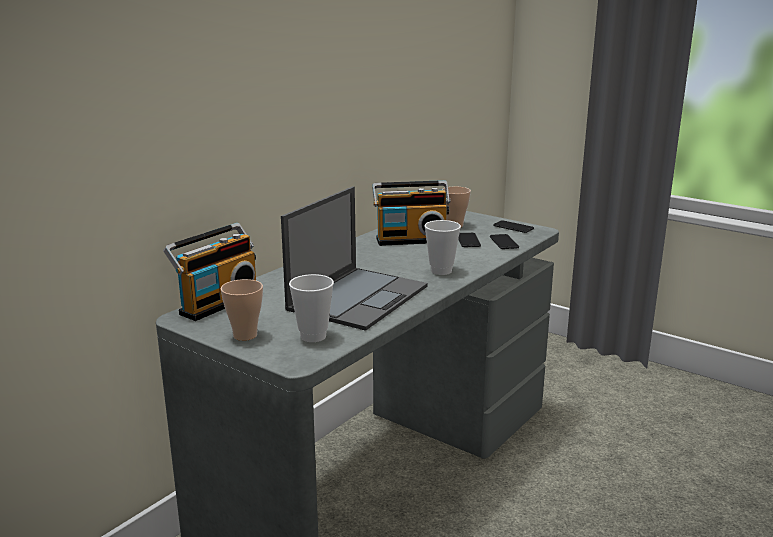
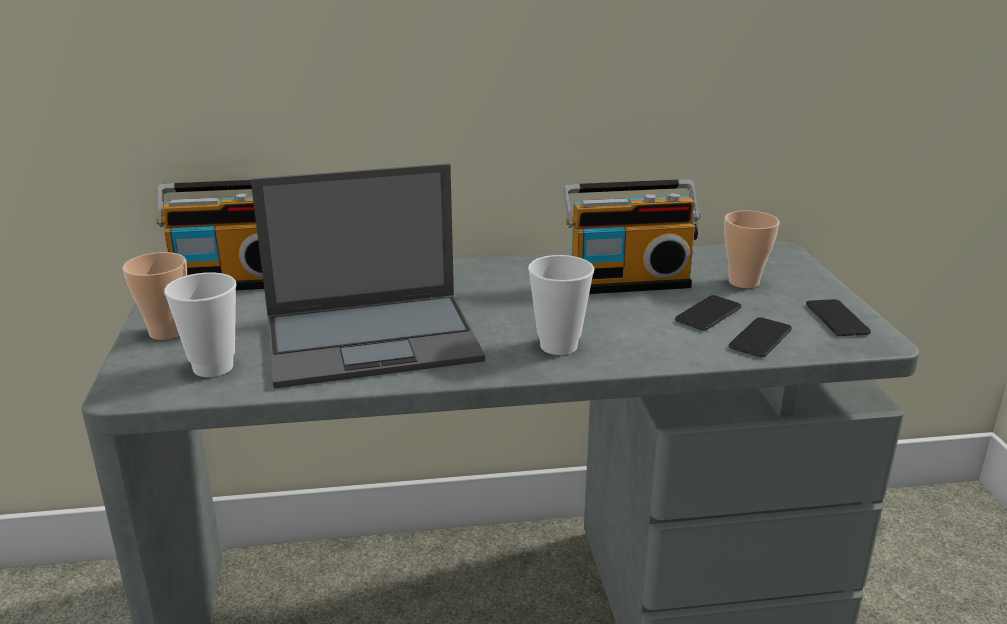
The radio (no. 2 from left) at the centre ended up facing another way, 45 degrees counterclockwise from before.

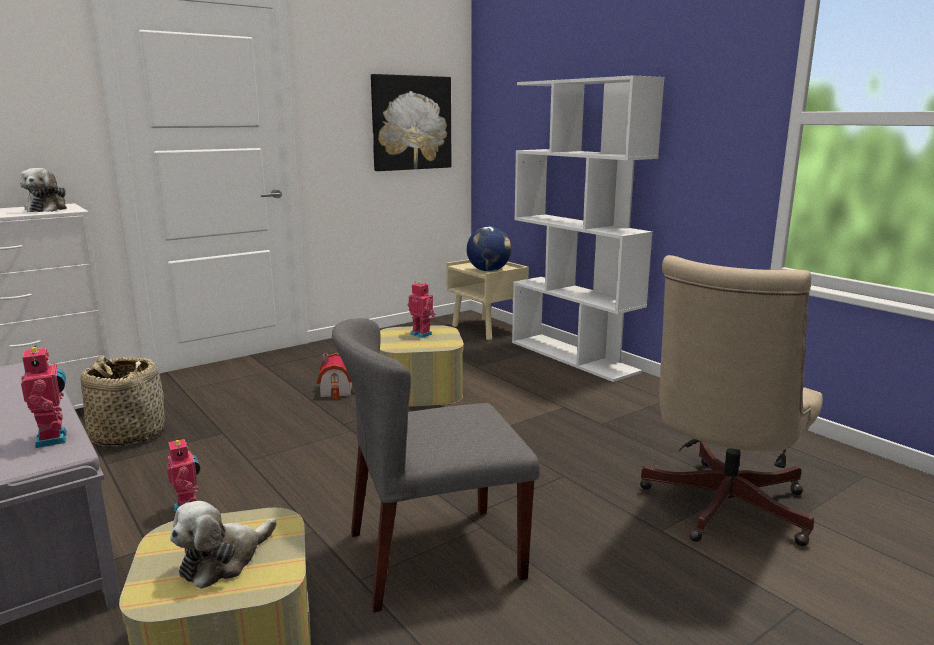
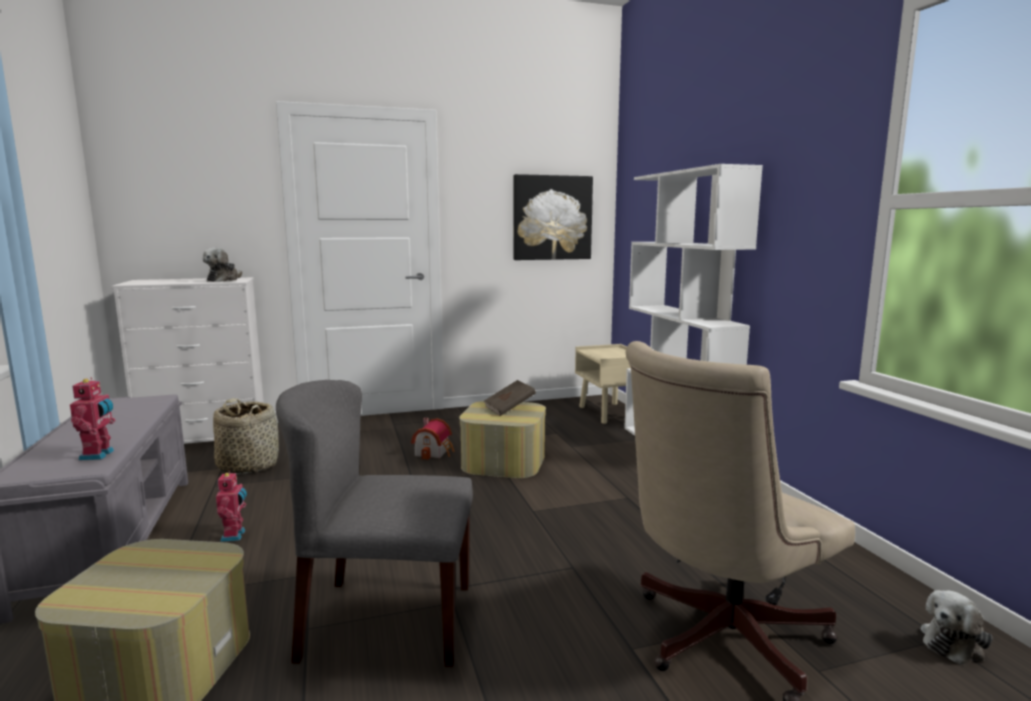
Where the toy robot (no. 3 from left) stood at the centre, the book in brown came to stand at the centre. The plush toy (no. 2 from left) ended up elsewhere, having gone from the bottom left to the bottom right. The second view lost the globe at the centre.

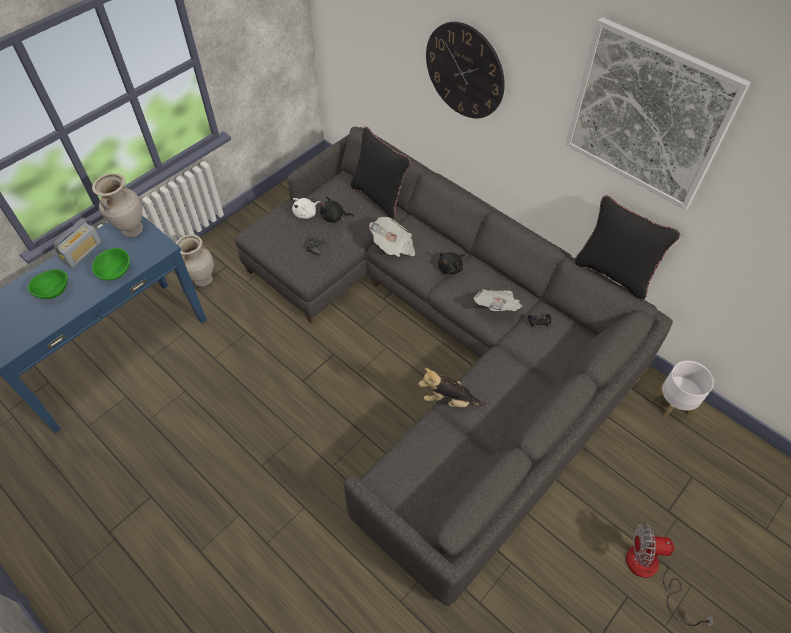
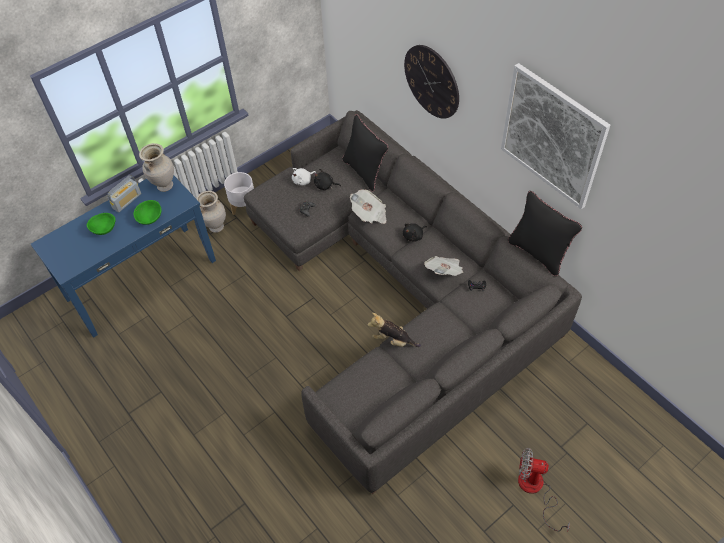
The planter in white ended up elsewhere, having gone from the middle right to the middle left.

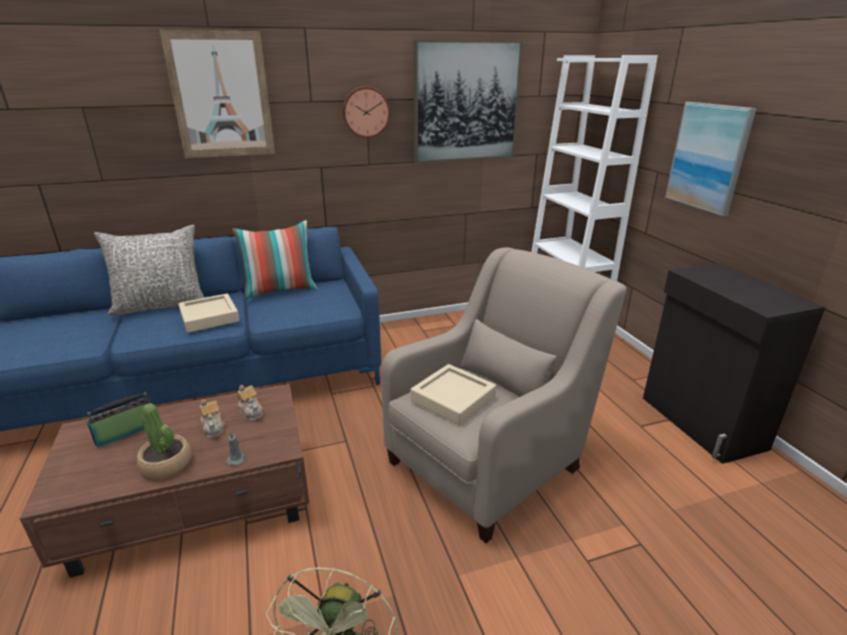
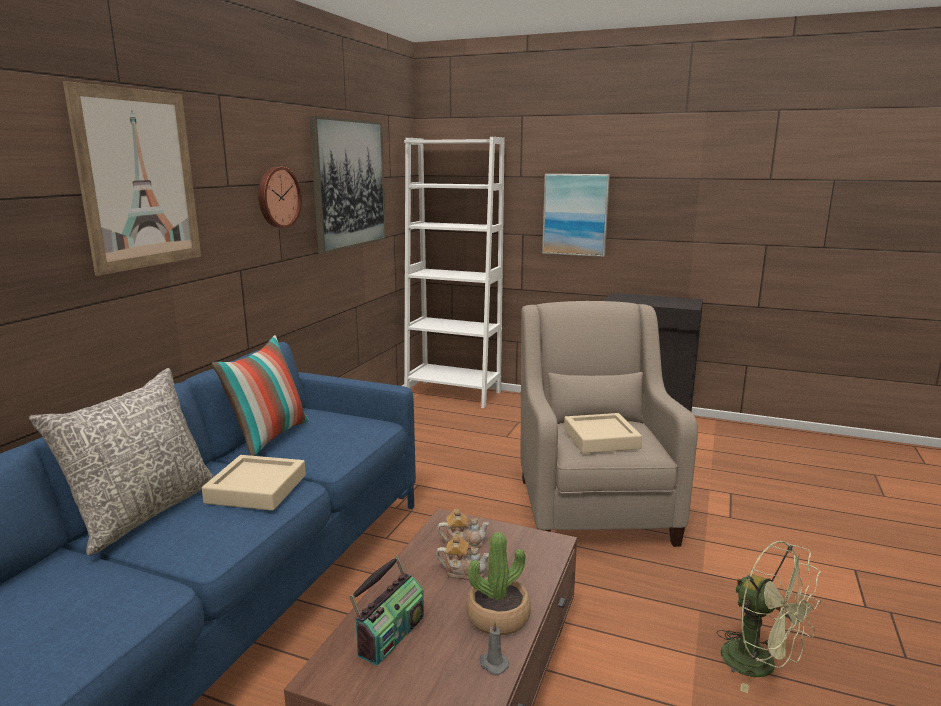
The radio at the middle left ended up facing another way, 150 degrees counterclockwise from before. The candle in grey ended up elsewhere, having gone from the bottom left to the bottom centre.

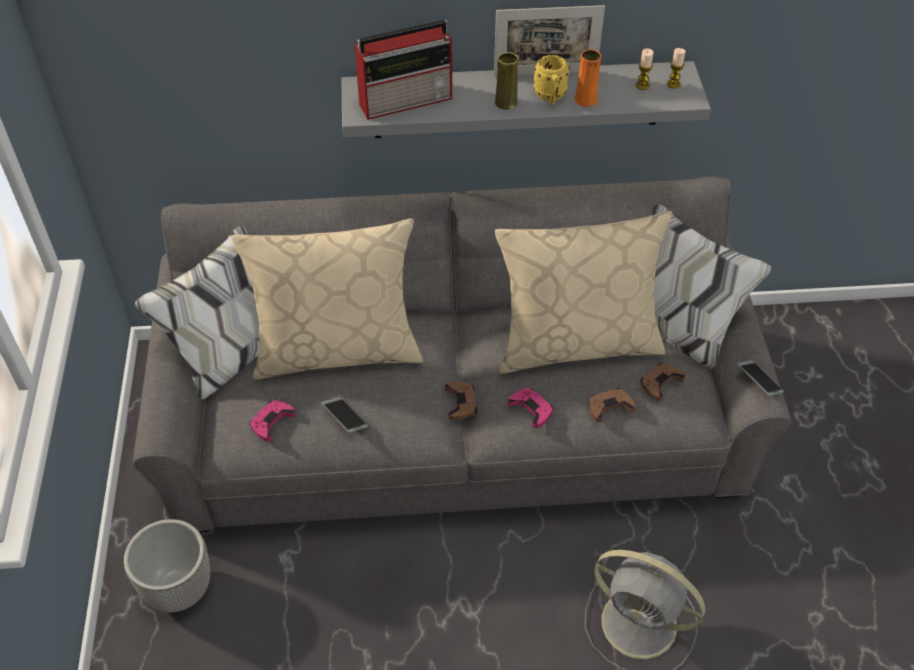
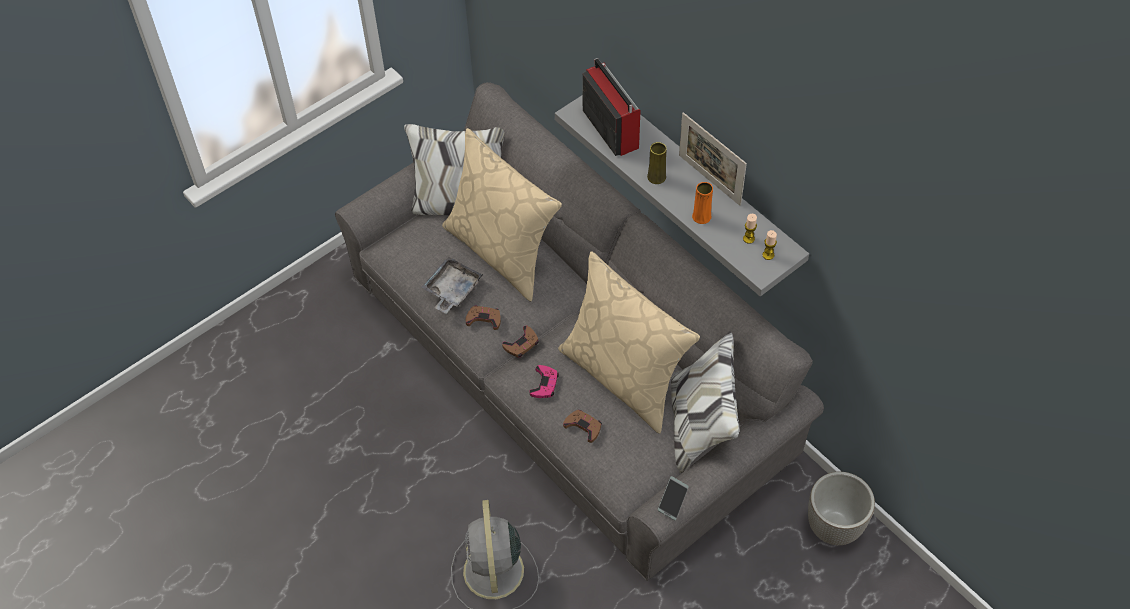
Where the phone (no. 1 from left) stood at the centre, the tray in grey came to stand at the centre. The game controller in brown (no. 3 from left in the first image) ended up elsewhere, having gone from the middle right to the centre. The radio at the top centre ended up facing another way, 150 degrees counterclockwise from before. The planter ended up elsewhere, having gone from the bottom left to the bottom right. The second view lost the game controller in pink (no. 1 from left) at the middle left. The second view lost the mug in yellow at the top centre.

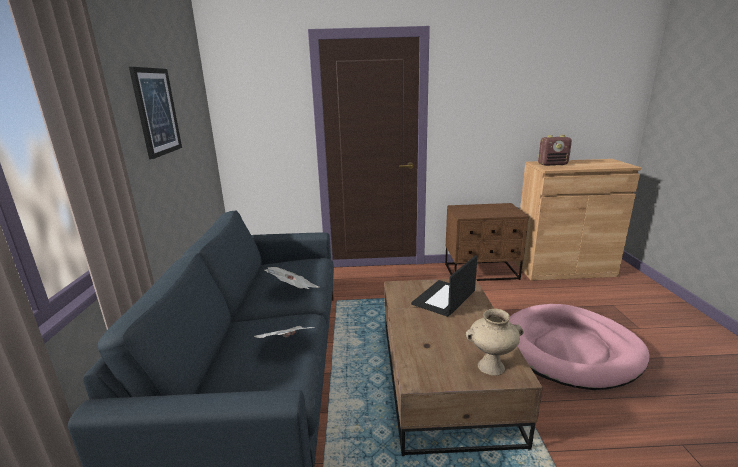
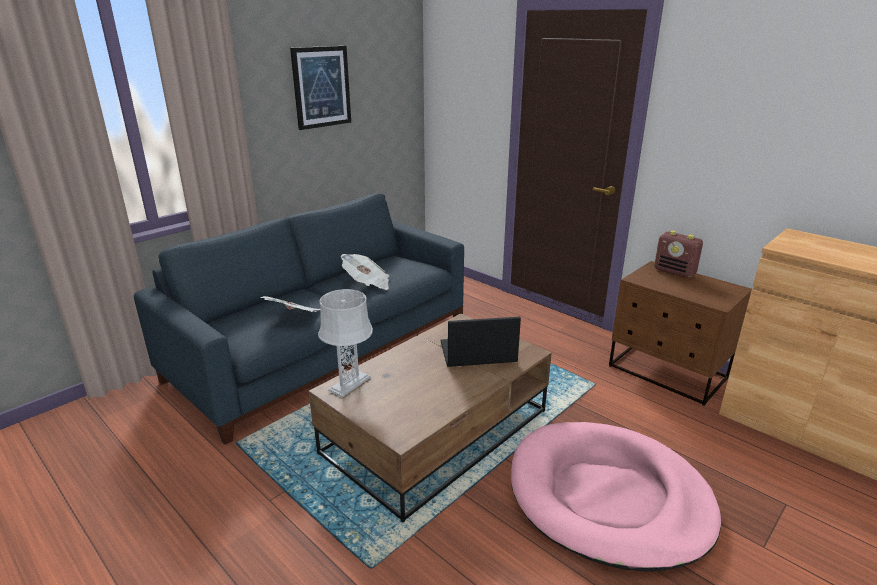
The second view gained the table lamp in grey at the centre. The radio ended up elsewhere, having gone from the top right to the middle right. The second view lost the vase in beige at the bottom right.

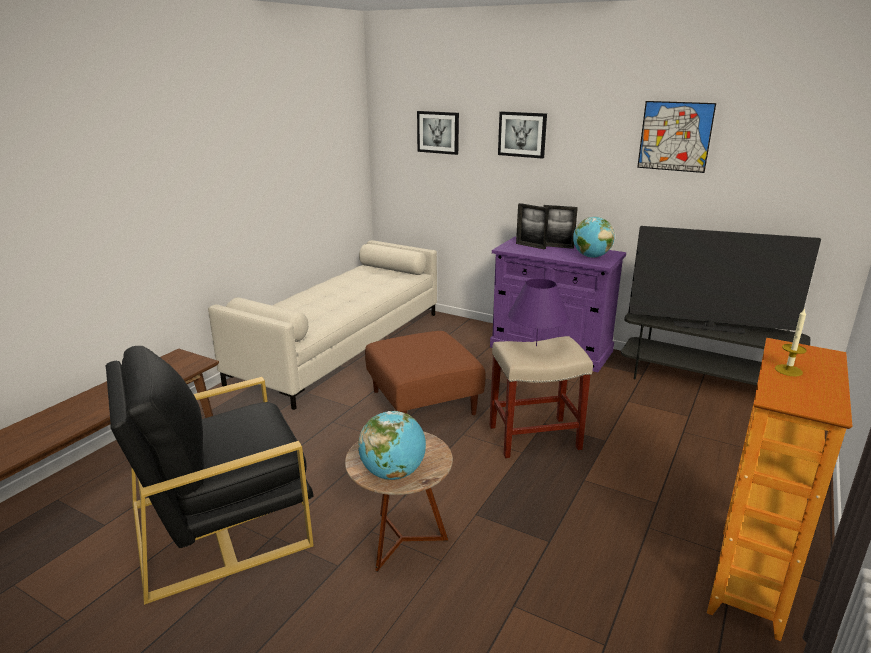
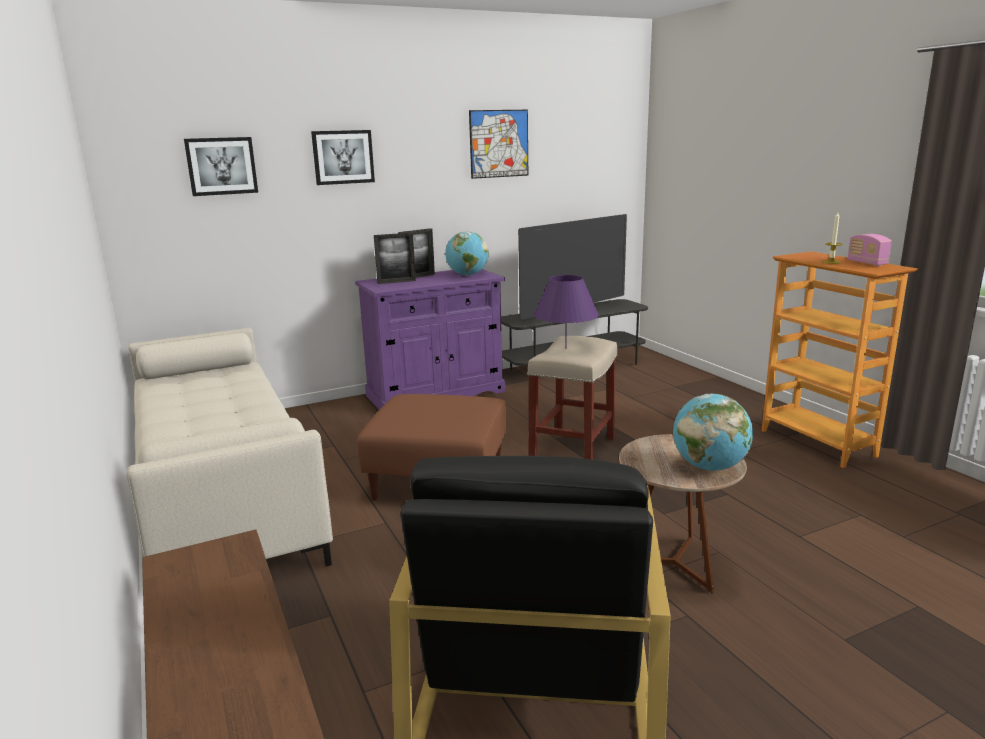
The second view gained the radio at the middle right.

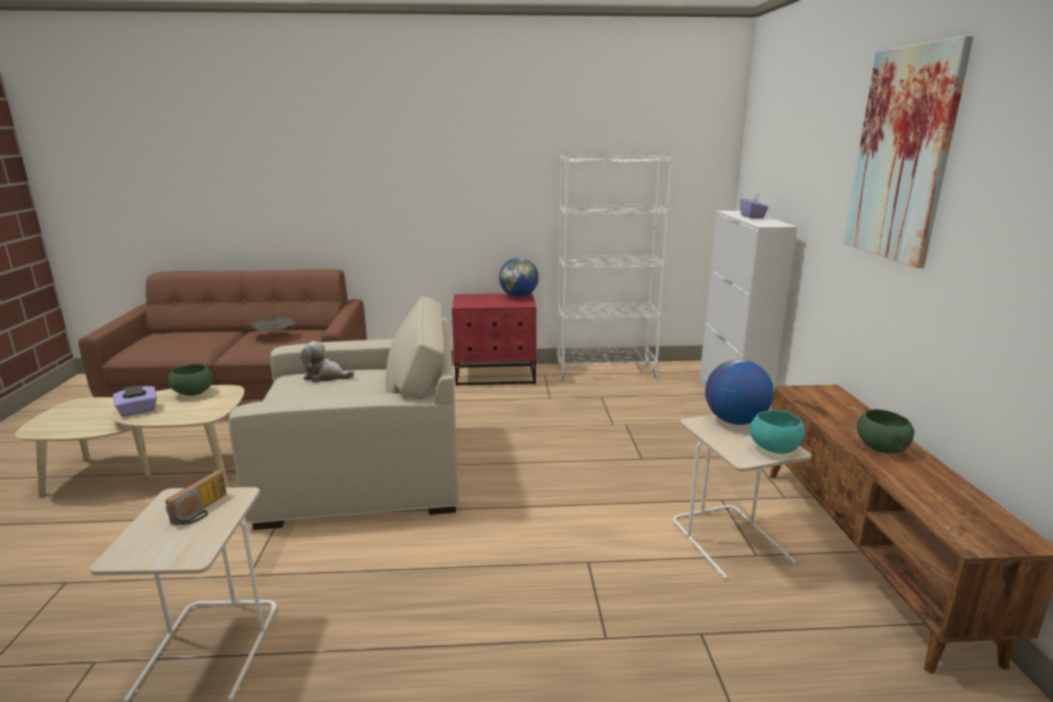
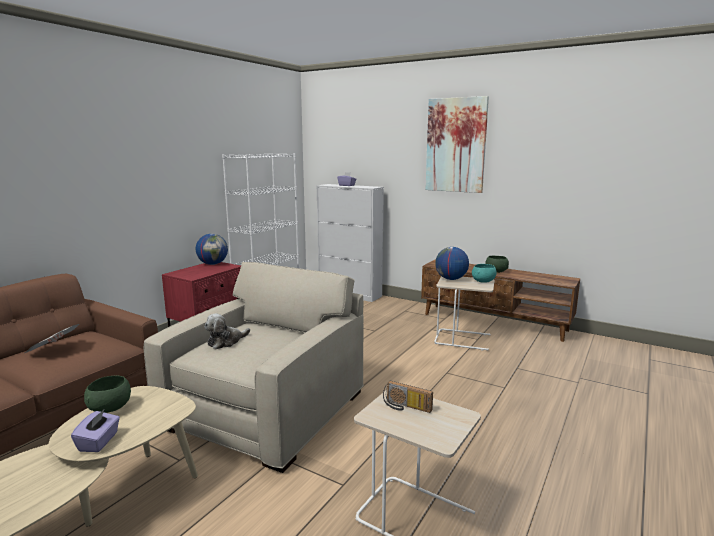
The radio at the bottom left ended up facing another way, 150 degrees clockwise from before.

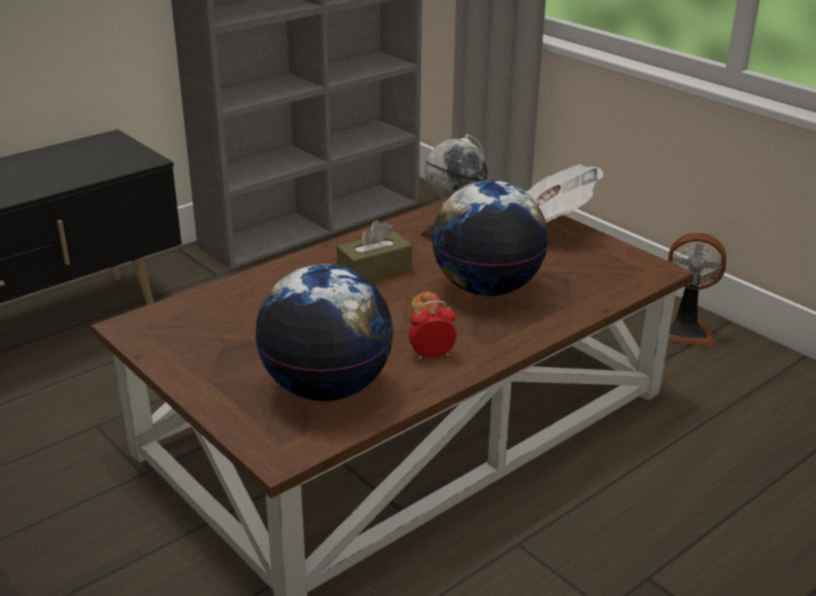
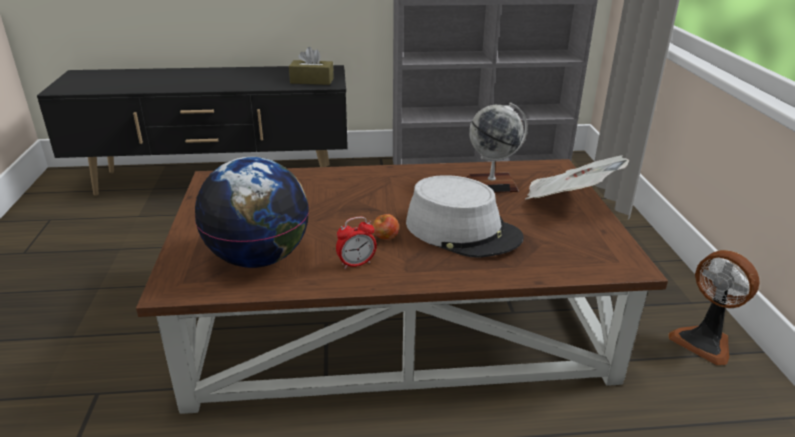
The tissue box in brown ended up elsewhere, having gone from the centre to the top centre. The alarm clock at the centre ended up facing another way, 135 degrees clockwise from before. Where the globe (no. 3 from left) stood at the centre, the hat in grey came to stand at the centre.

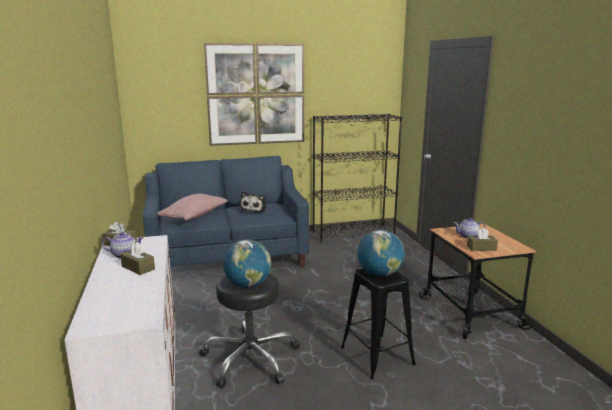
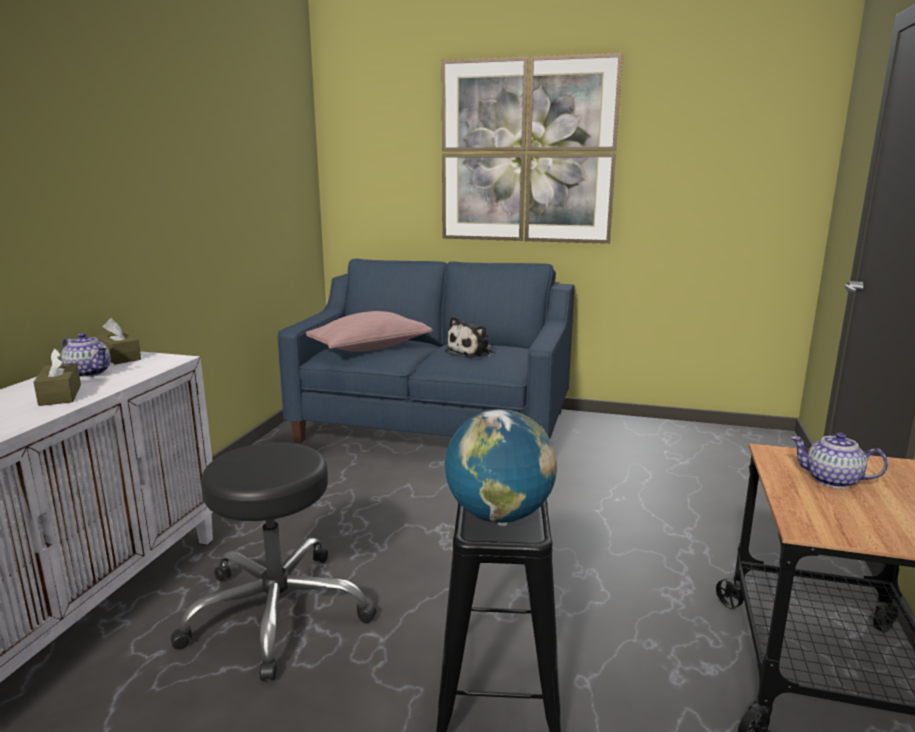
The second view lost the globe (no. 1 from left) at the centre. The second view lost the bookcase in black at the centre. The second view lost the tissue box in brown (no. 3 from left) at the middle right.

